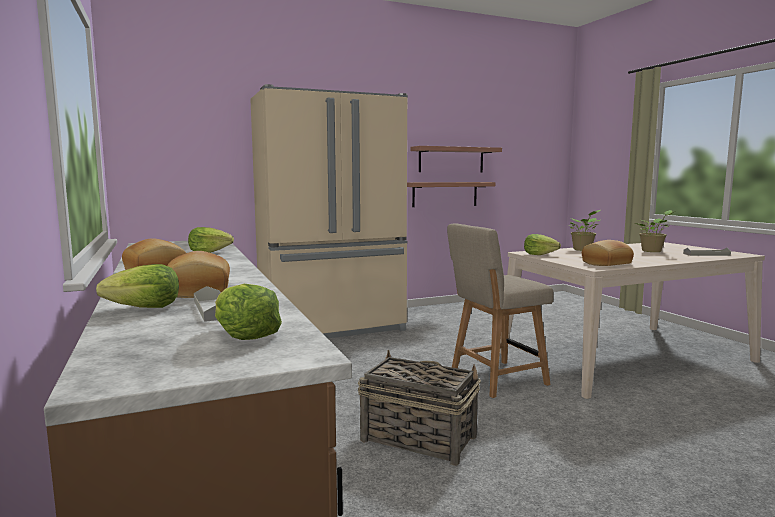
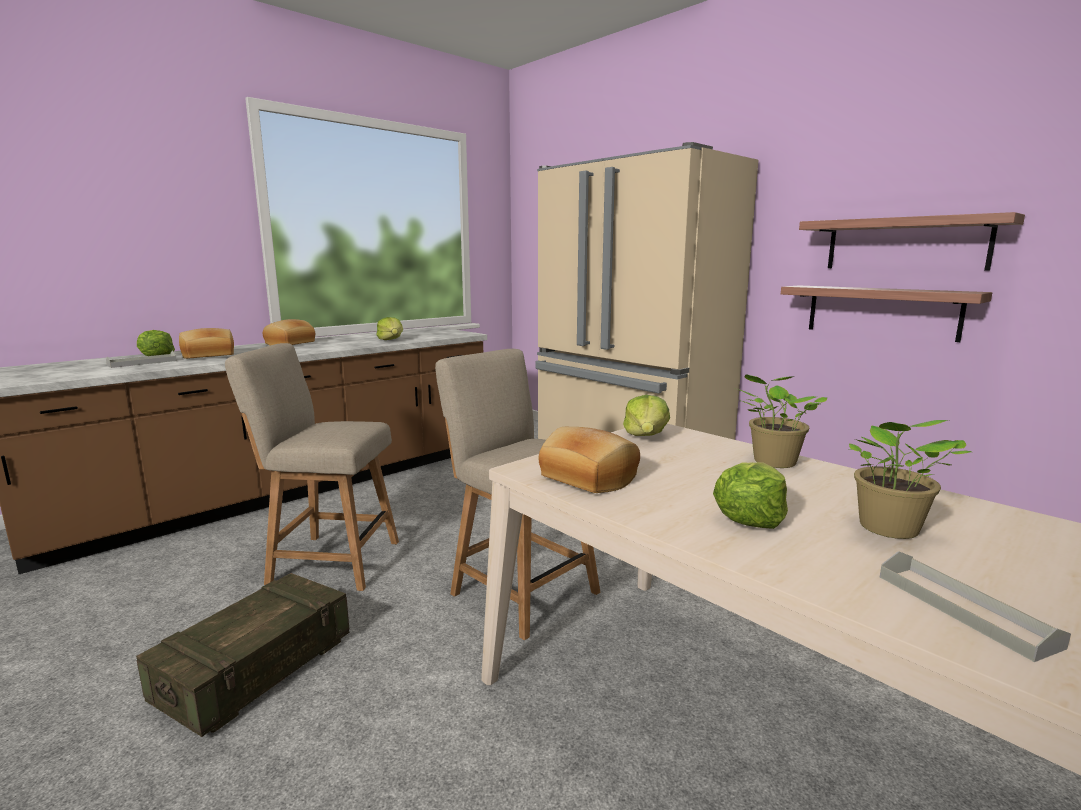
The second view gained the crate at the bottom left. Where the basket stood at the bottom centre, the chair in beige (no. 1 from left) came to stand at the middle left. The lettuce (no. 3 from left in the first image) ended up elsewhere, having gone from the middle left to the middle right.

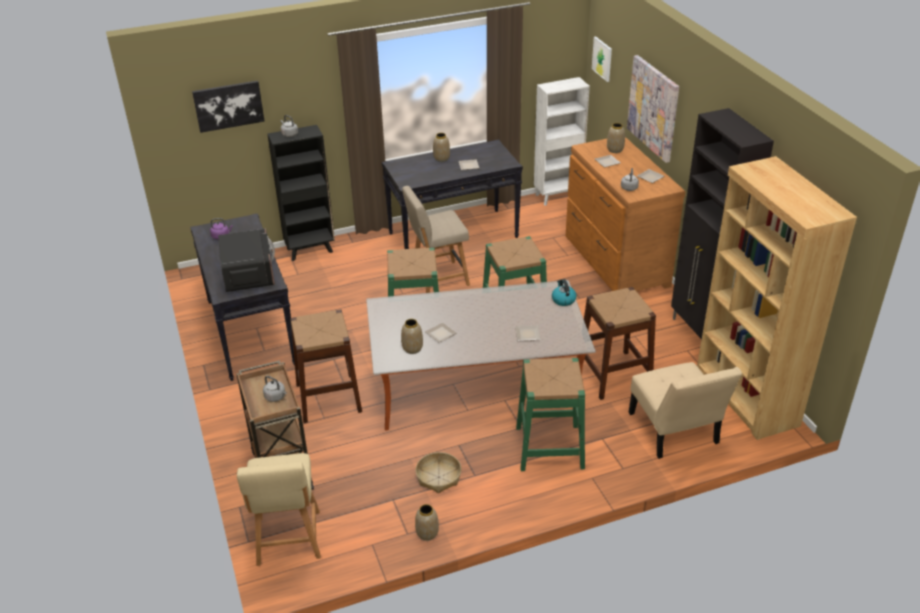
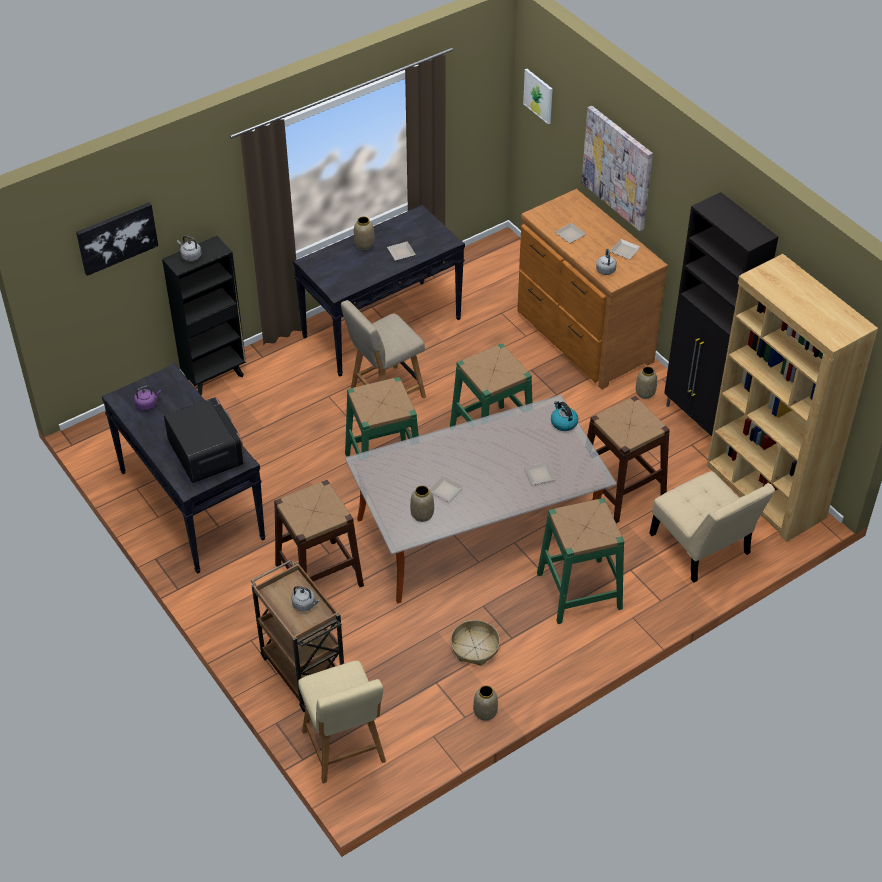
The vase (no. 4 from left) ended up elsewhere, having gone from the top right to the middle right. The second view lost the bookcase in white at the top centre.

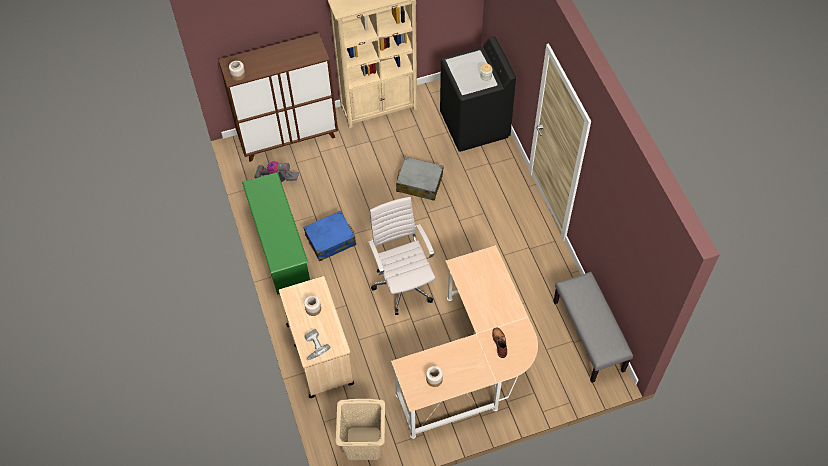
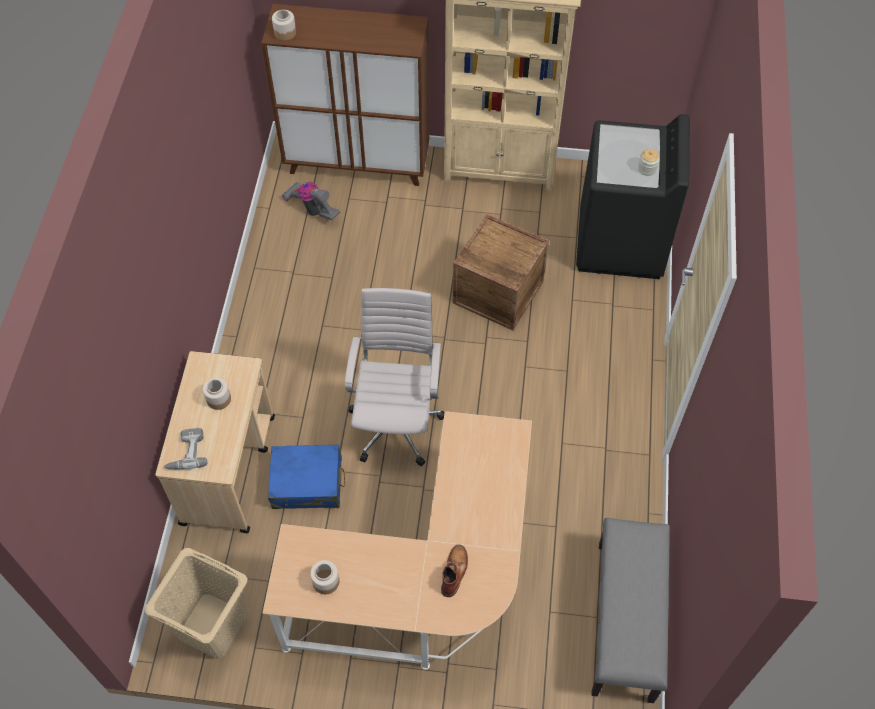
The suitcase in blue ended up elsewhere, having gone from the centre to the bottom centre. Where the suitcase in grey stood at the centre, the crate came to stand at the centre. The second view lost the shoe rack in green at the centre.

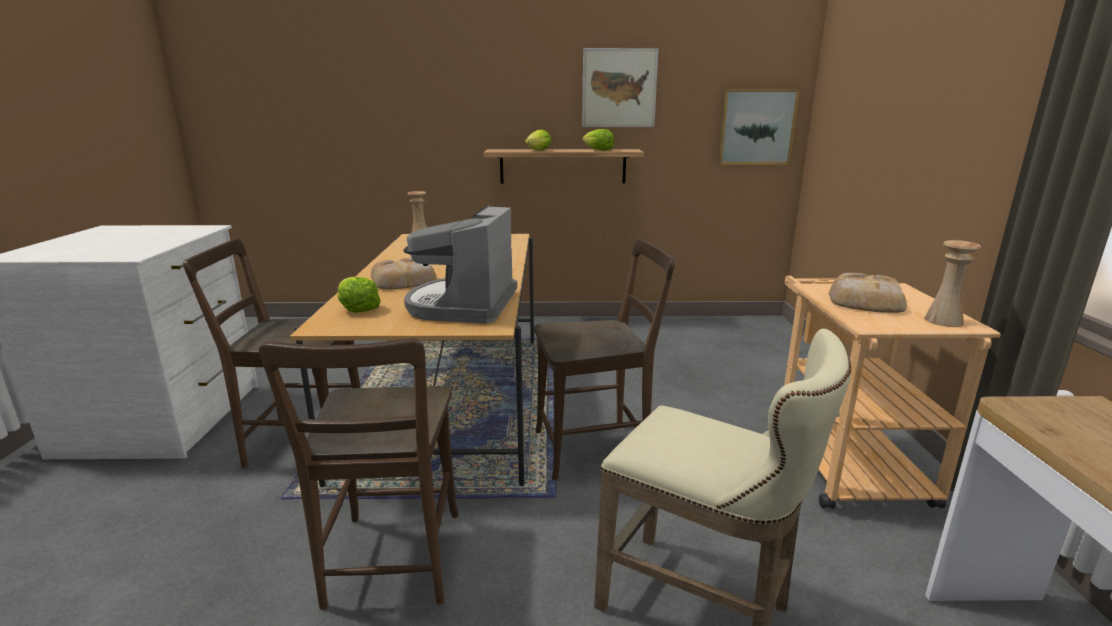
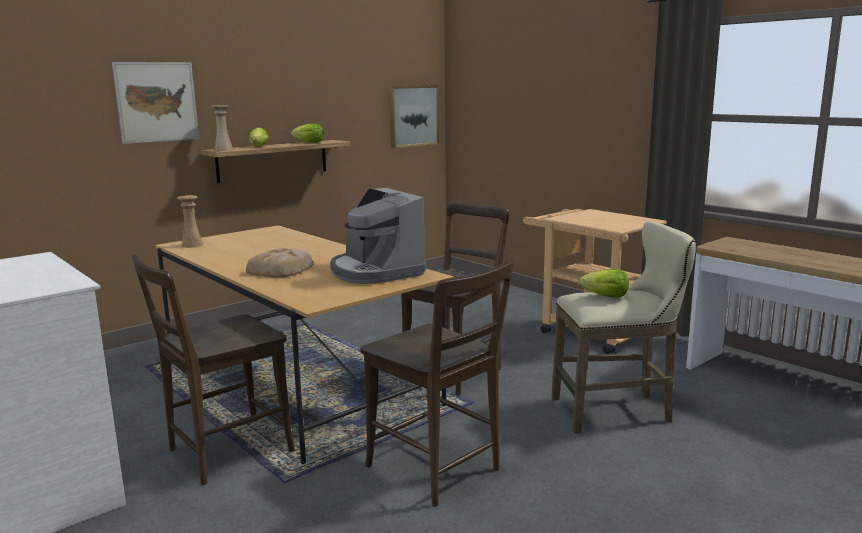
The picture (no. 1 from left) ended up elsewhere, having gone from the top centre to the top left. The vase in beige (no. 2 from left) ended up elsewhere, having gone from the middle right to the top left. The lettuce (no. 1 from left in the first image) ended up elsewhere, having gone from the middle left to the middle right. The second view lost the bread (no. 2 from left) at the middle right.

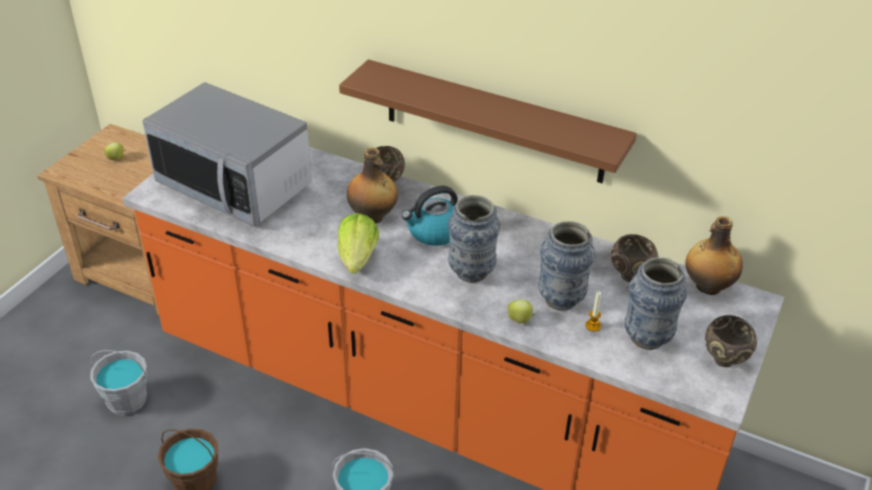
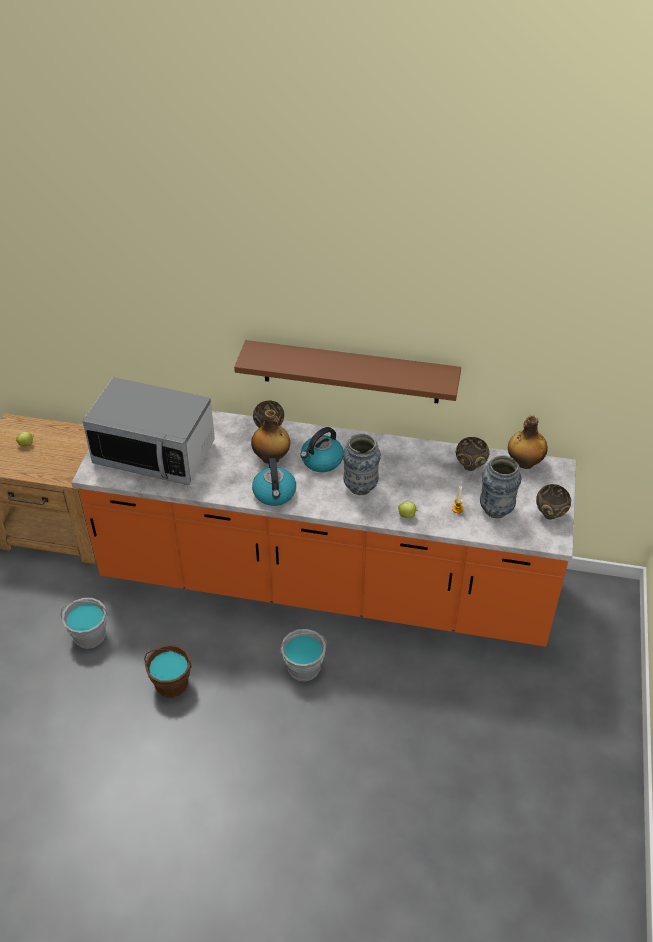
Where the lettuce stood at the centre, the kettle (no. 1 from left) came to stand at the centre. The second view lost the vase (no. 2 from left) at the centre.

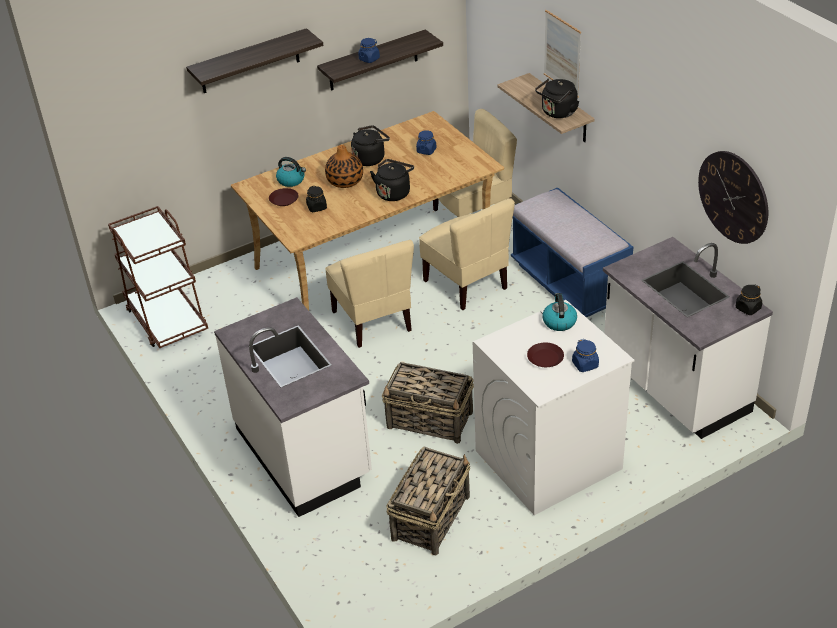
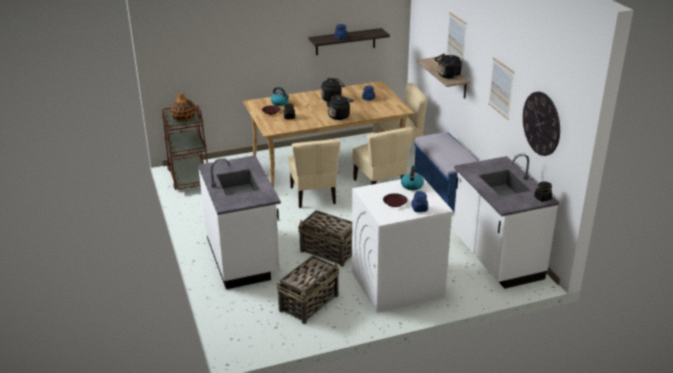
The vase ended up elsewhere, having gone from the top centre to the top left. The second view gained the picture (no. 2 from left) at the top right. The second view lost the shelf (no. 1 from left) at the top left.

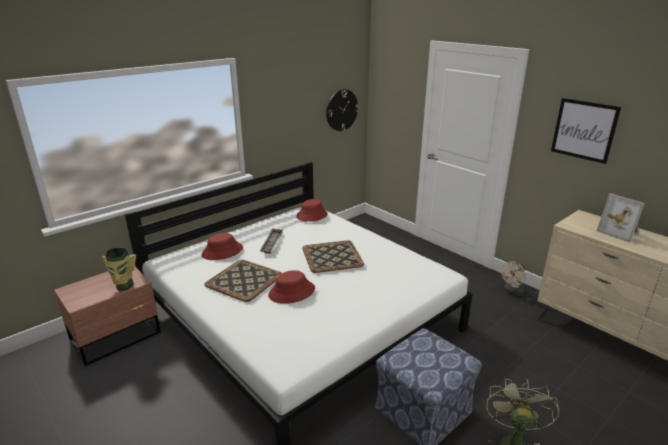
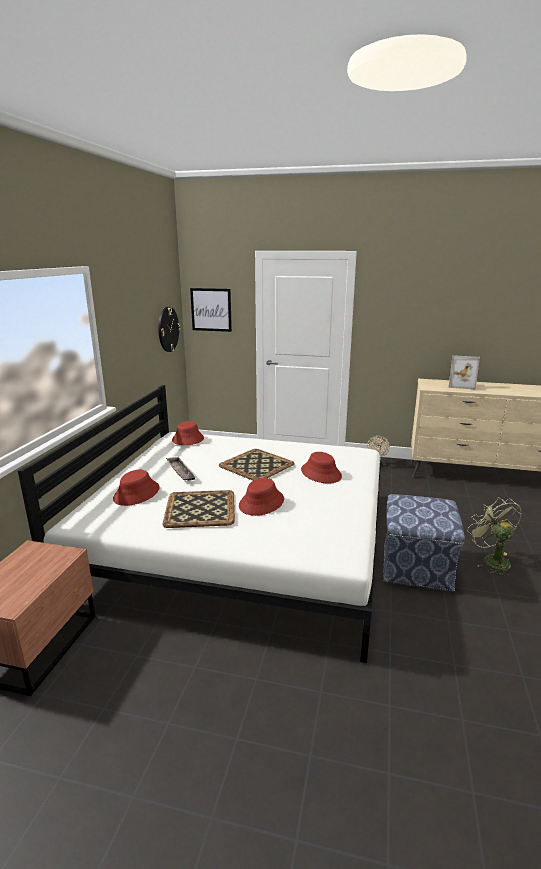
The picture ended up elsewhere, having gone from the top right to the centre. The second view gained the hat in red (no. 4 from left) at the centre. The second view lost the vase at the middle left.

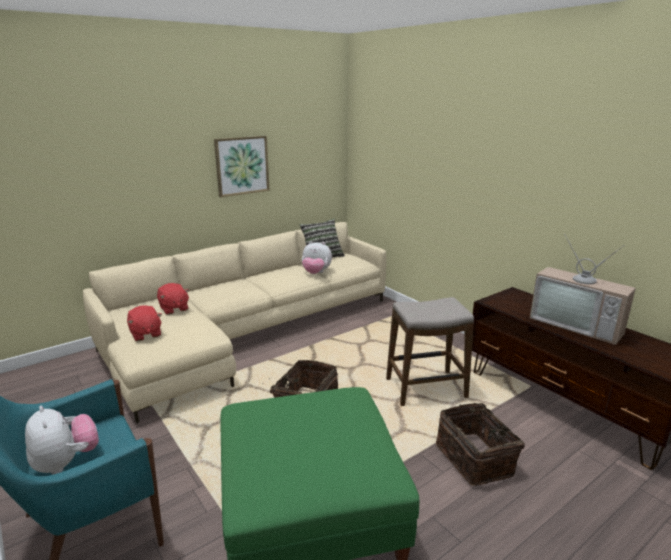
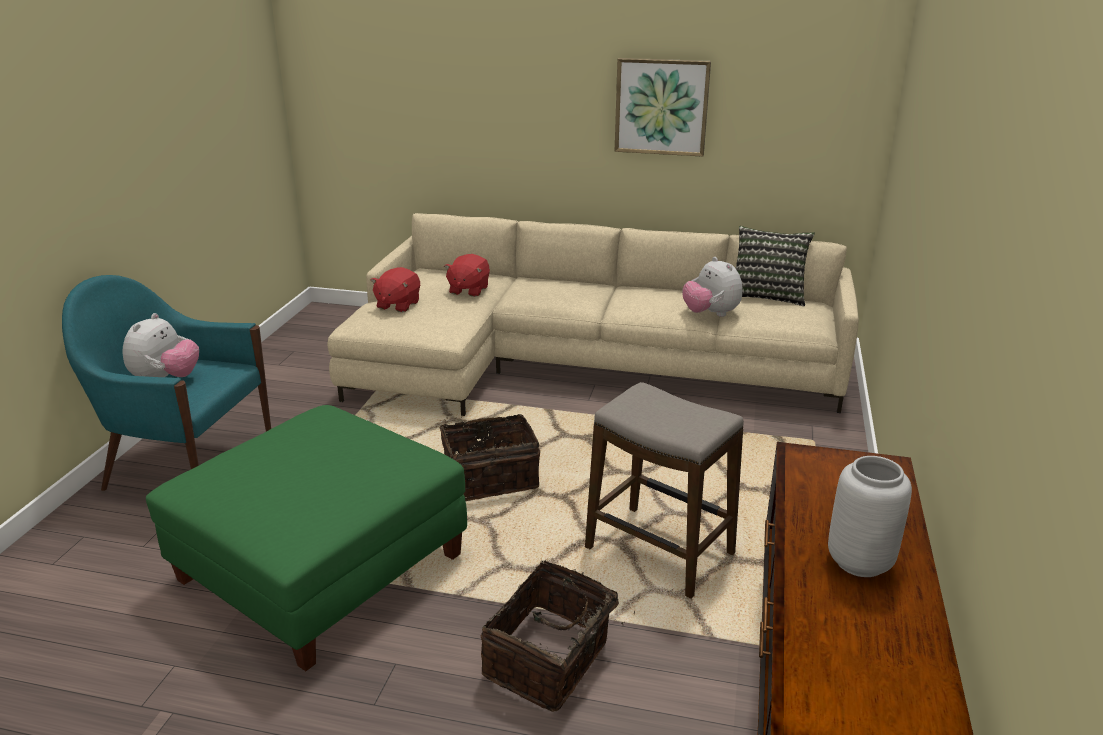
Where the television stood at the middle right, the vase in grey came to stand at the bottom right.

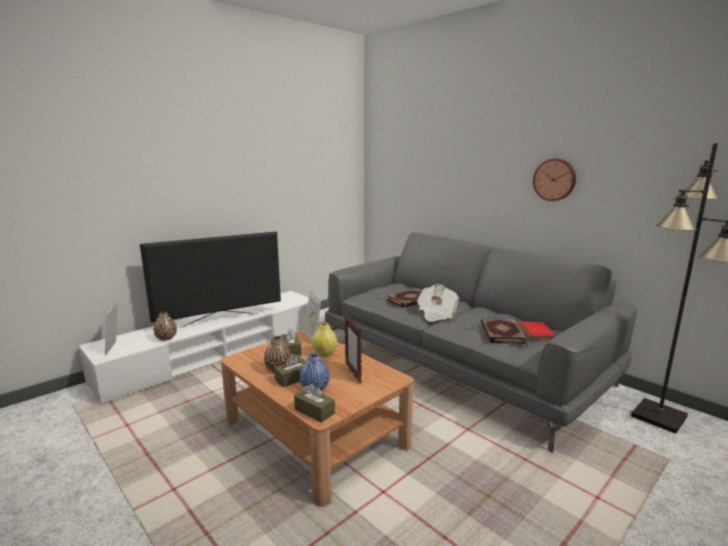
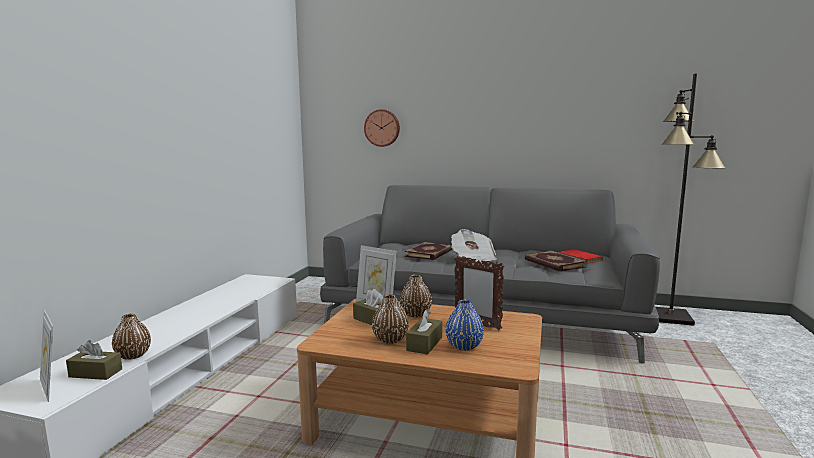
The tissue box in brown (no. 3 from left in the first image) ended up elsewhere, having gone from the bottom centre to the bottom left. The wall clock ended up elsewhere, having gone from the top right to the top centre. What was the vase in yellow at the centre turned into the vase in brown (no. 3 from left) at the centre. The second view lost the television at the middle left.

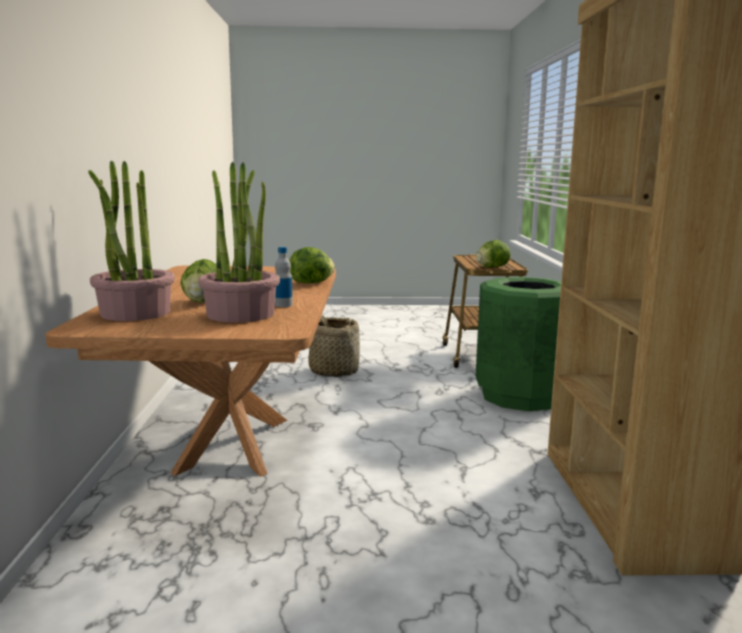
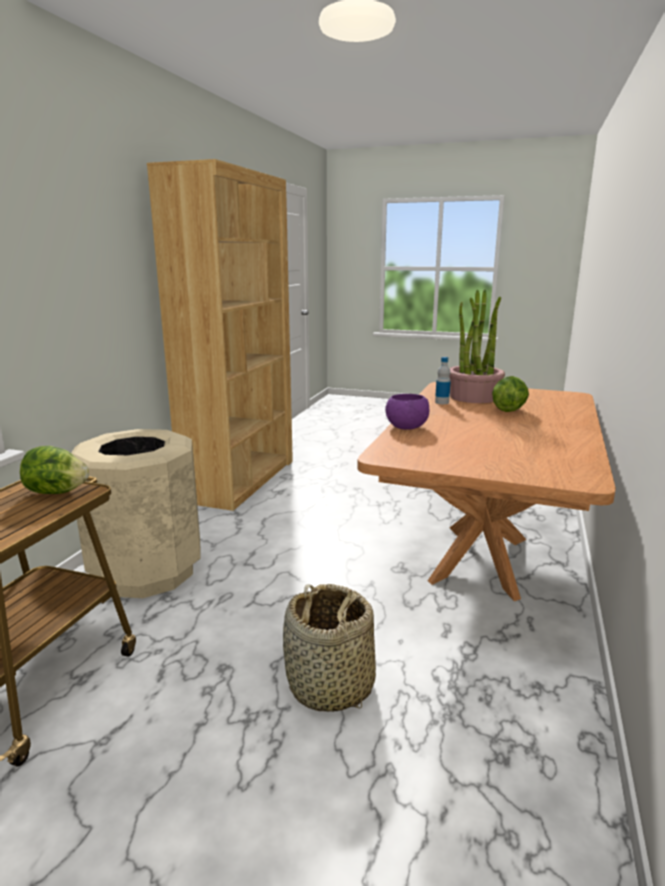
What was the trash can in green at the middle right turned into the trash can in beige at the middle left. Where the lettuce (no. 2 from left) stood at the centre, the bowl in purple came to stand at the centre. The second view lost the potted plant (no. 1 from left) at the middle left.

